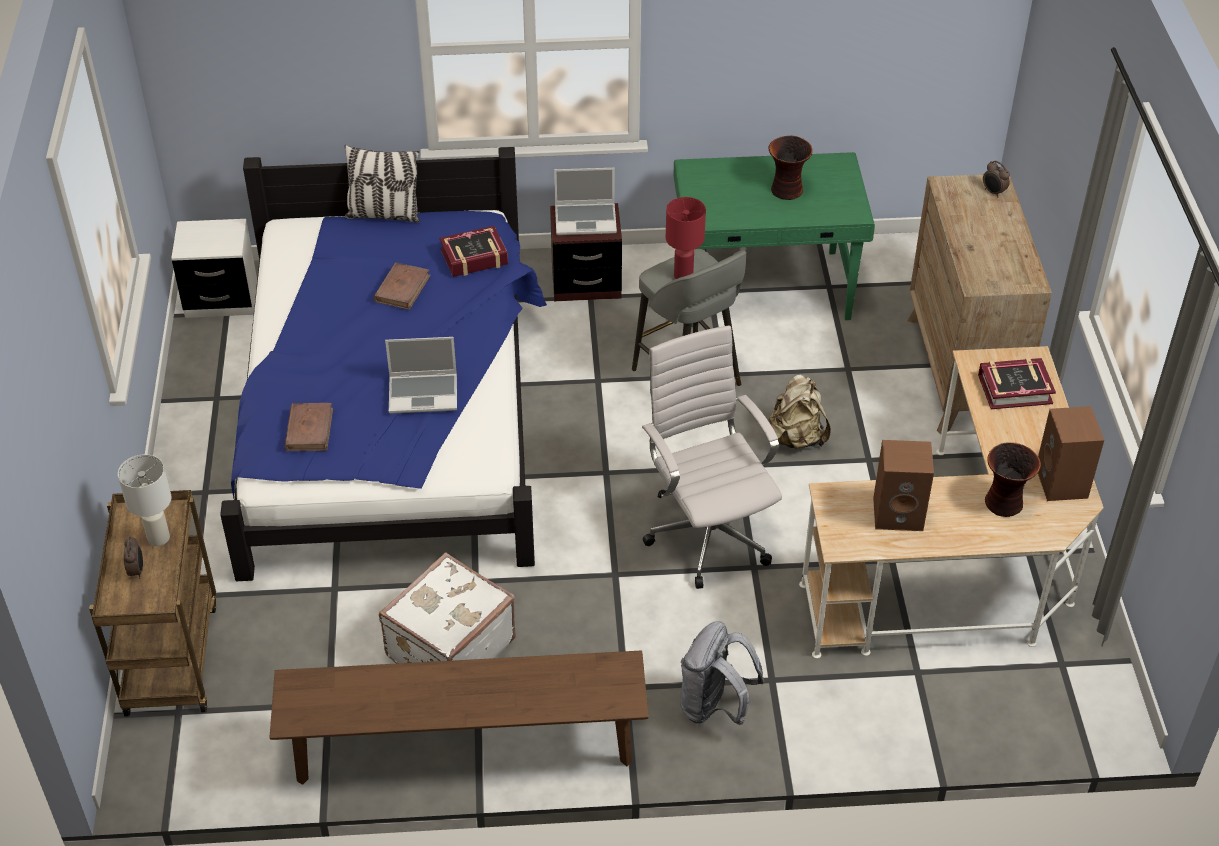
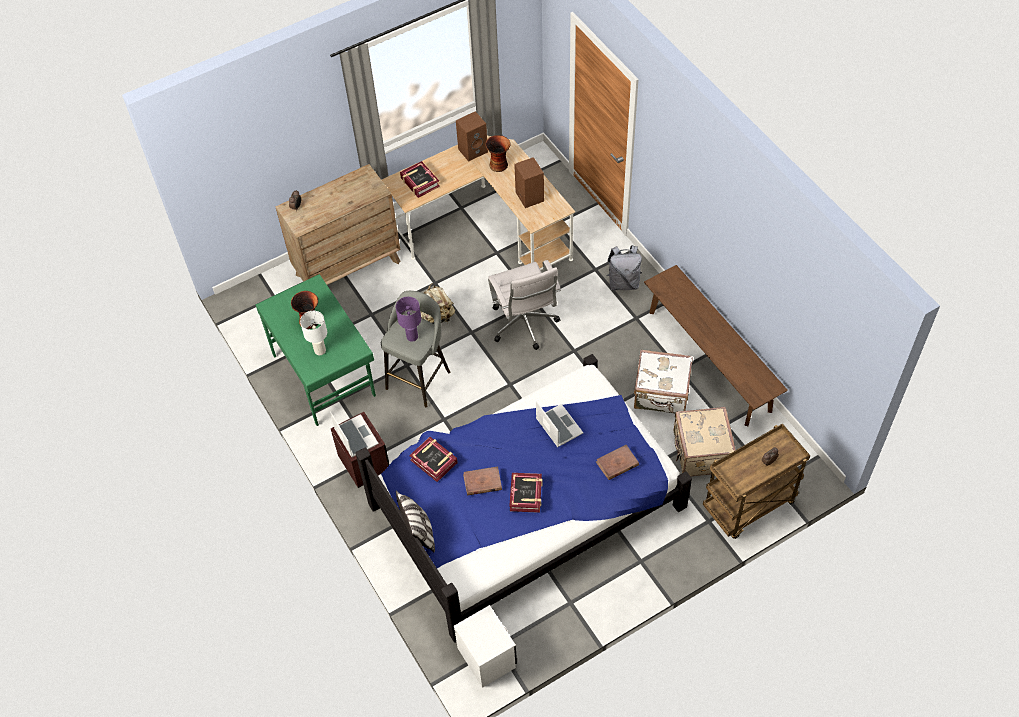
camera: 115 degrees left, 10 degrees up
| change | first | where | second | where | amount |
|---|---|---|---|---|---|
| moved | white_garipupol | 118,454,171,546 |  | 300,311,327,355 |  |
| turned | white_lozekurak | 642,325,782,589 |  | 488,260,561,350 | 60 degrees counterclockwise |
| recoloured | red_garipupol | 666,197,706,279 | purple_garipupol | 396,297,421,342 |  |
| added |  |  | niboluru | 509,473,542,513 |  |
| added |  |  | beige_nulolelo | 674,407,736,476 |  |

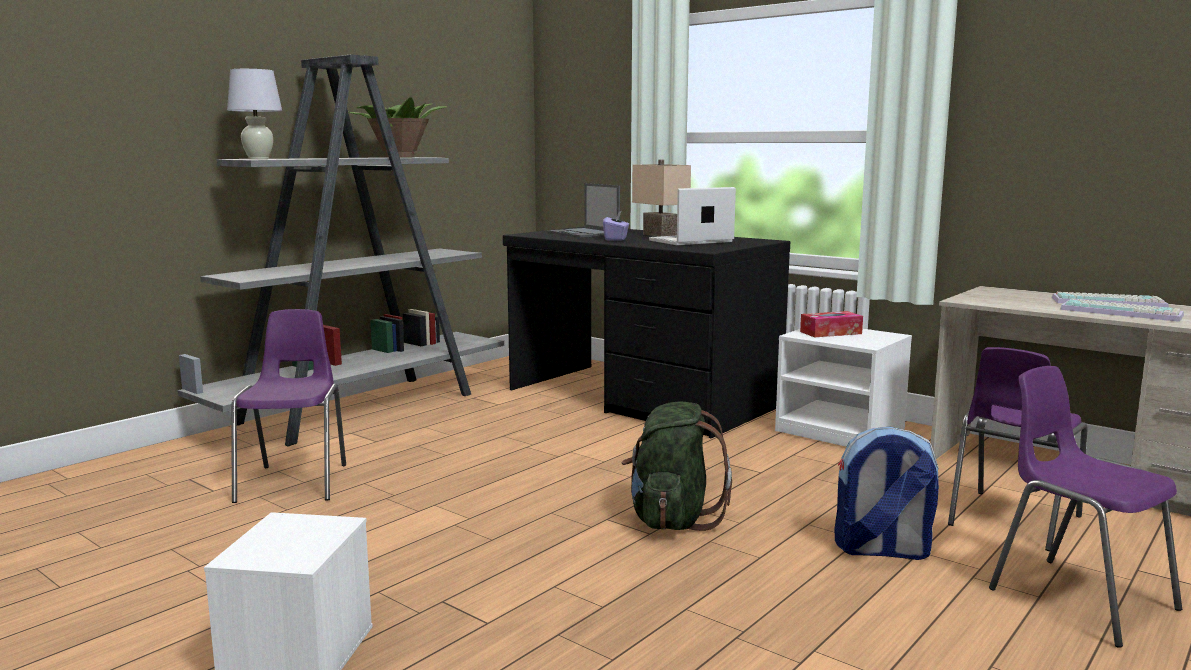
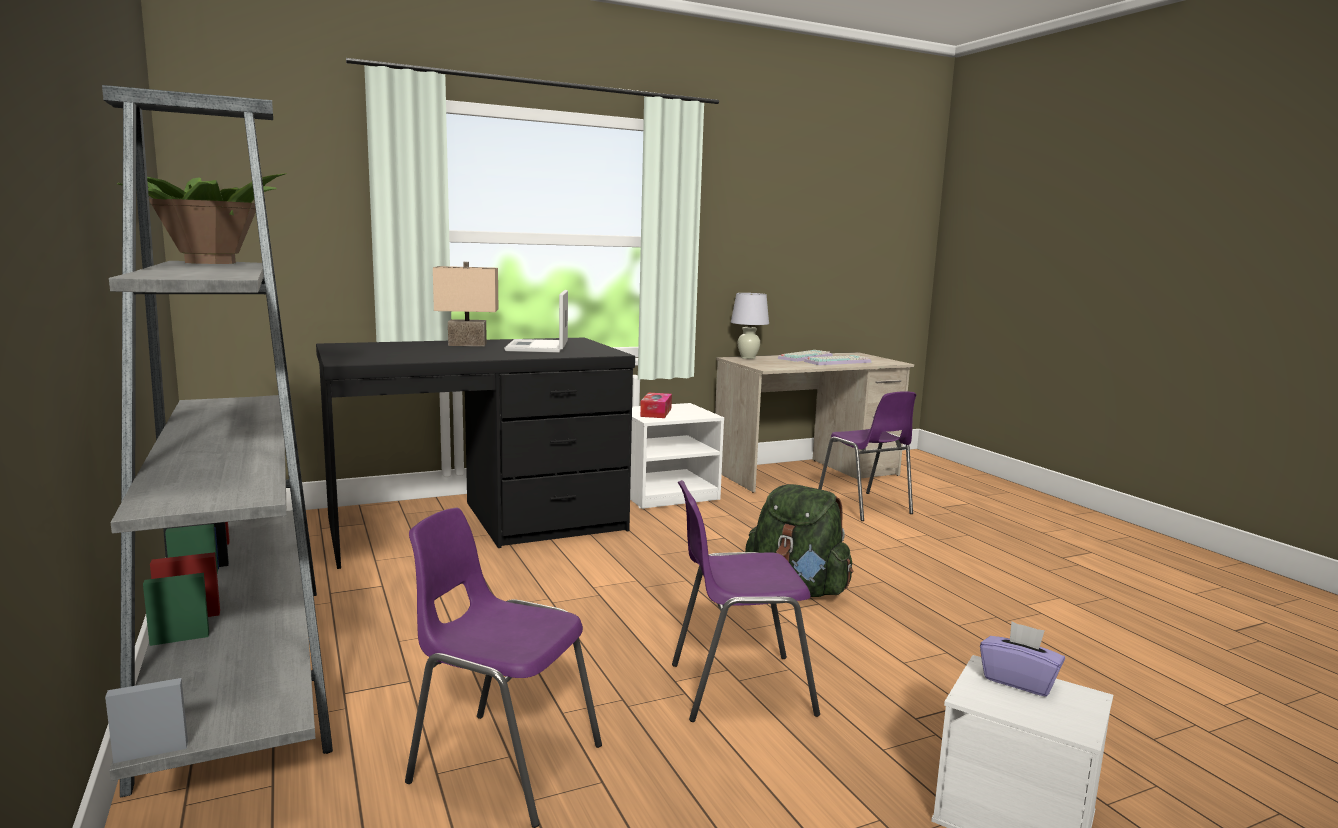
camera: 65 degrees left, 0 degrees up
| change | first | where | second | where | amount |
|---|---|---|---|---|---|
| moved | white_garipupol | 227,69,282,159 |  | 731,293,769,359 |  |
| removed | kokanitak | 548,183,620,238 |  |  |  |
| moved | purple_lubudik | 603,211,629,241 |  | 980,621,1065,697 |  |
| removed | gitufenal | 834,427,939,560 |  |  |  |
| moved | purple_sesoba | 989,366,1182,648 |  | 672,480,820,722 |  |

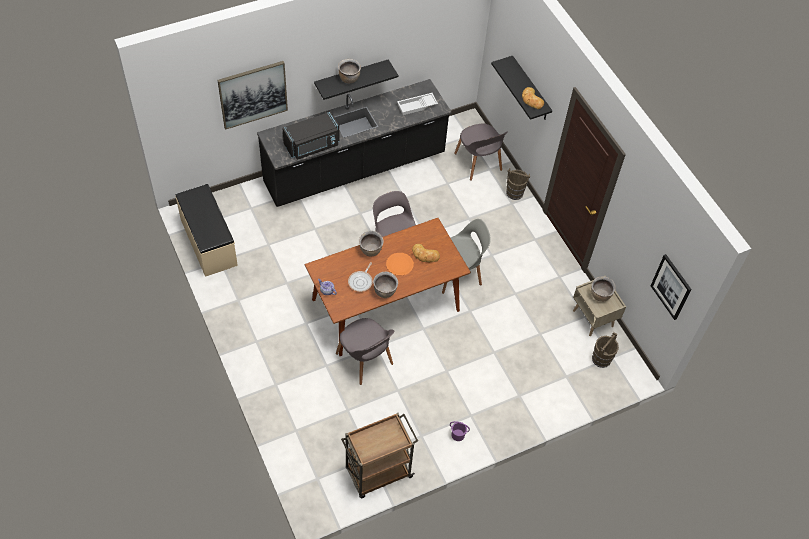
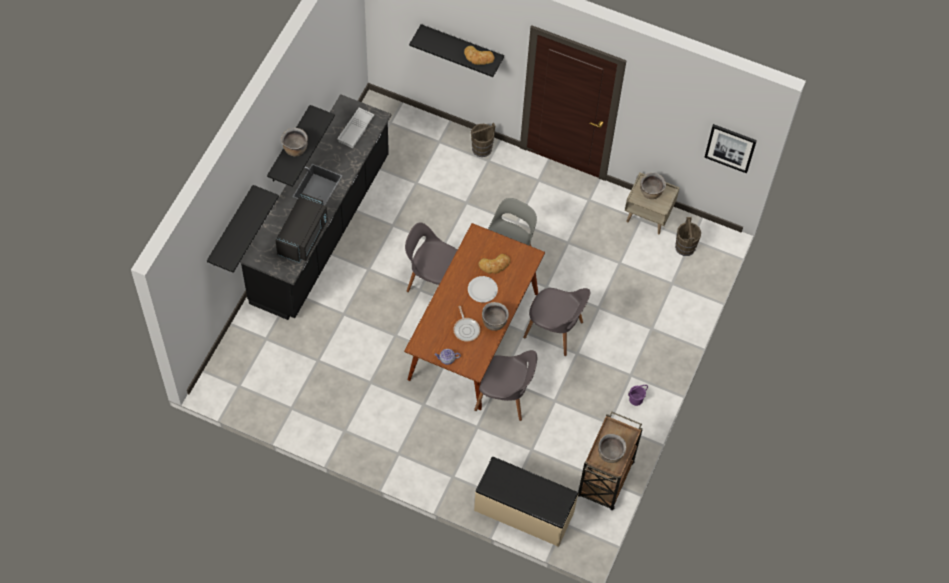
camera: 40 degrees left, 5 degrees up
| change | first | where | second | where | amount |
|---|---|---|---|---|---|
| moved | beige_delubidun | 175,184,238,277 |  | 474,457,578,547 |  |
| replaced | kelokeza | 217,61,288,130 | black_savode | 207,185,279,273 |  |
| moved | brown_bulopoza | 359,231,384,257 |  | 598,434,626,463 |  |
| recoloured | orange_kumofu | 386,253,414,276 | white_kumofu | 468,276,498,303 |  |
| moved | grey_sesoba | 454,124,508,181 |  | 523,288,590,356 |  |

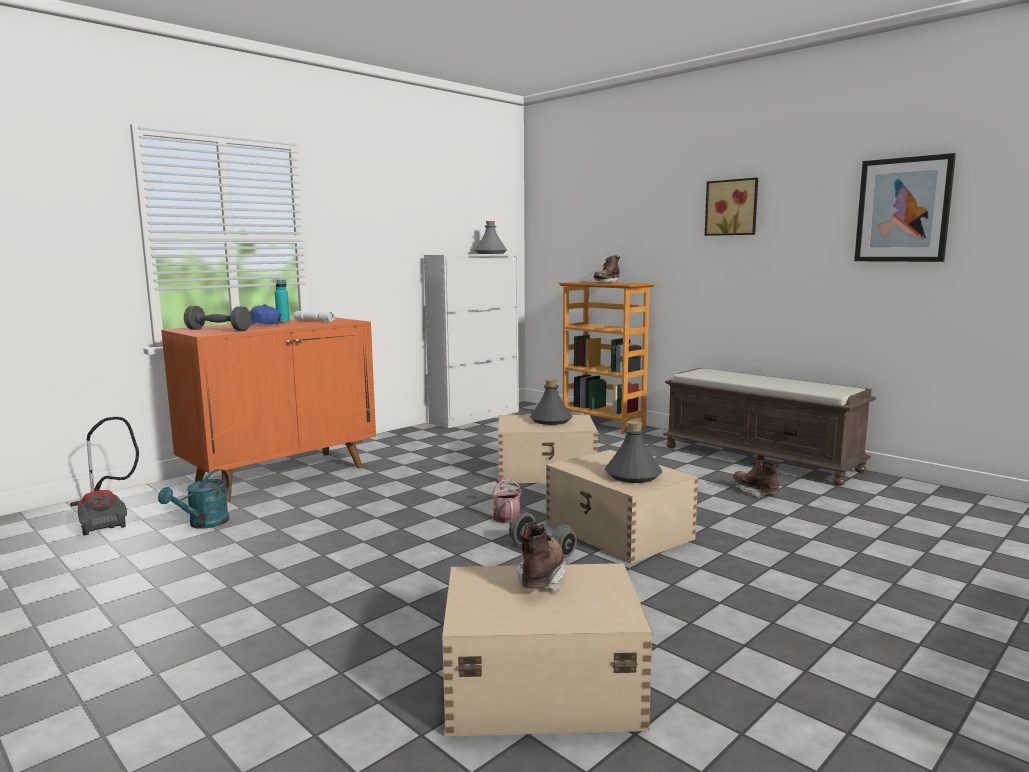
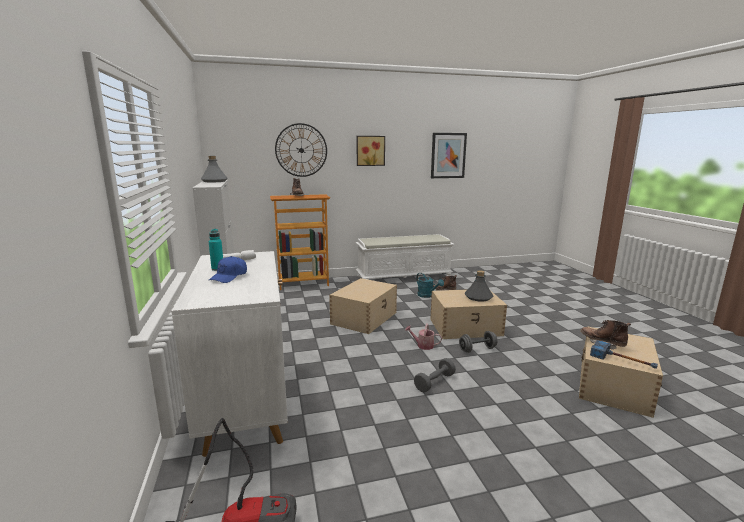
camera: 60 degrees left, 5 degrees up
| change | first | where | second | where | amount |
|---|---|---|---|---|---|
| moved | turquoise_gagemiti | 158,469,230,529 |  | 416,273,444,298 |  |
| recoloured | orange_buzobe | 161,317,376,502 | white_buzobe | 172,251,288,457 |  |
| moved | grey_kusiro | 184,306,251,331 |  | 414,358,456,393 |  |
| removed | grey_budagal | 530,379,572,425 |  |  |  |
| recoloured | brown_delubidun | 663,368,876,486 | white_delubidun | 355,234,455,280 |  |
| added |  |  | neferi | 275,123,327,177 |  |
| added |  |  | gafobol | 590,340,658,369 |  |

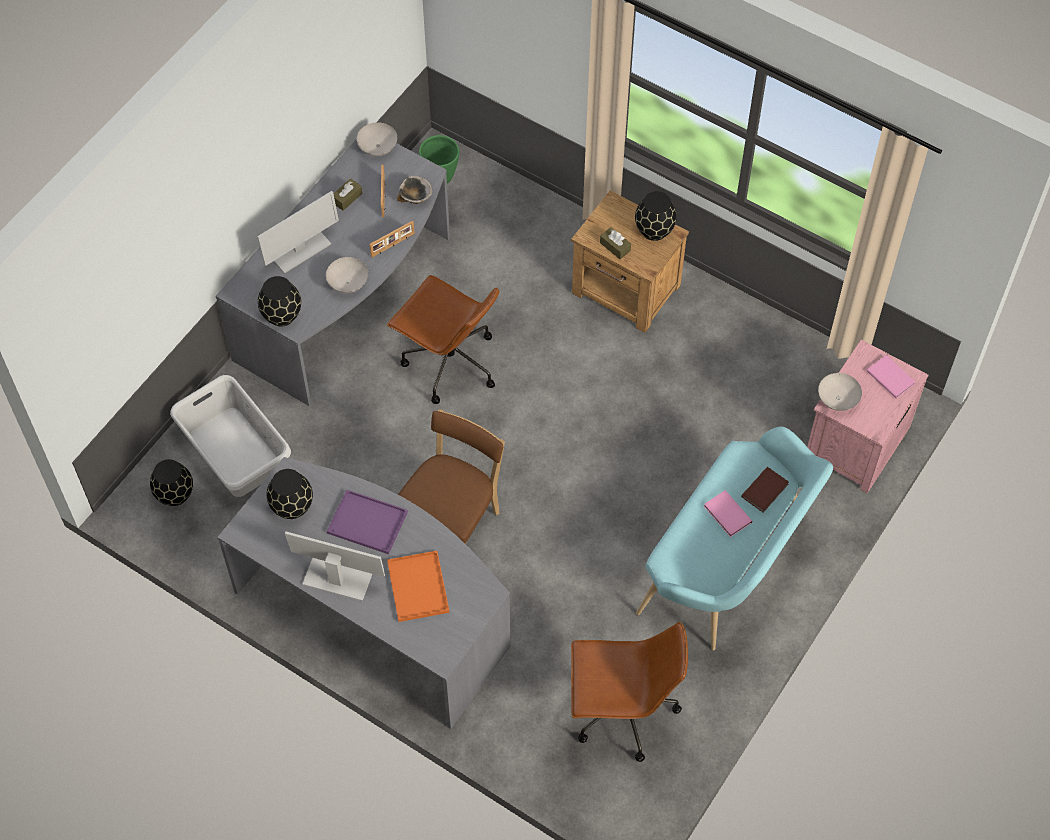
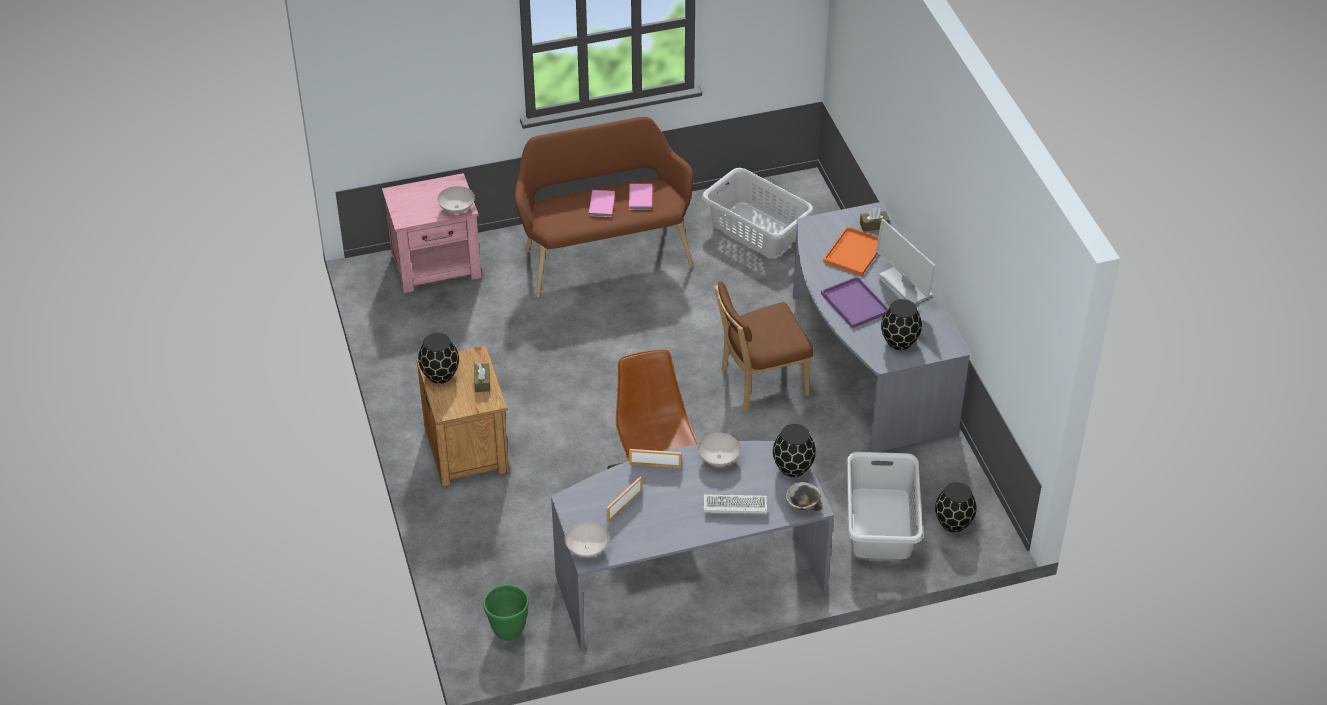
camera: 140 degrees left, 15 degrees down
| change | first | where | second | where | amount |
|---|---|---|---|---|---|
| replaced | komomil | 257,191,339,274 | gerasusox | 704,494,767,514 |  |
| moved | brown_lubudik | 333,178,362,211 |  | 860,208,889,232 |  |
| moved | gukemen | 397,176,432,204 |  | 785,482,822,511 |  |
| replaced | brown_lozekurak | 571,622,688,762 | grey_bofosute | 702,168,814,257 |  |
| recoloured | turquoise_delubidun | 636,426,833,650 | brown_delubidun | 515,117,693,297 |  |
| removed | brown_niboluru | 741,467,789,513 |  |  |  |
| moved | pink_niboluru | 867,355,915,399 |  | 629,184,653,210 |  |

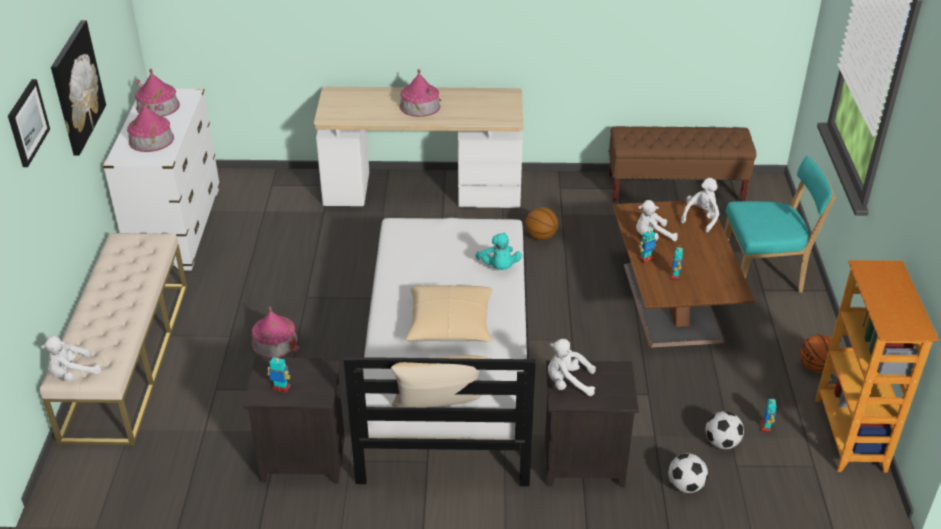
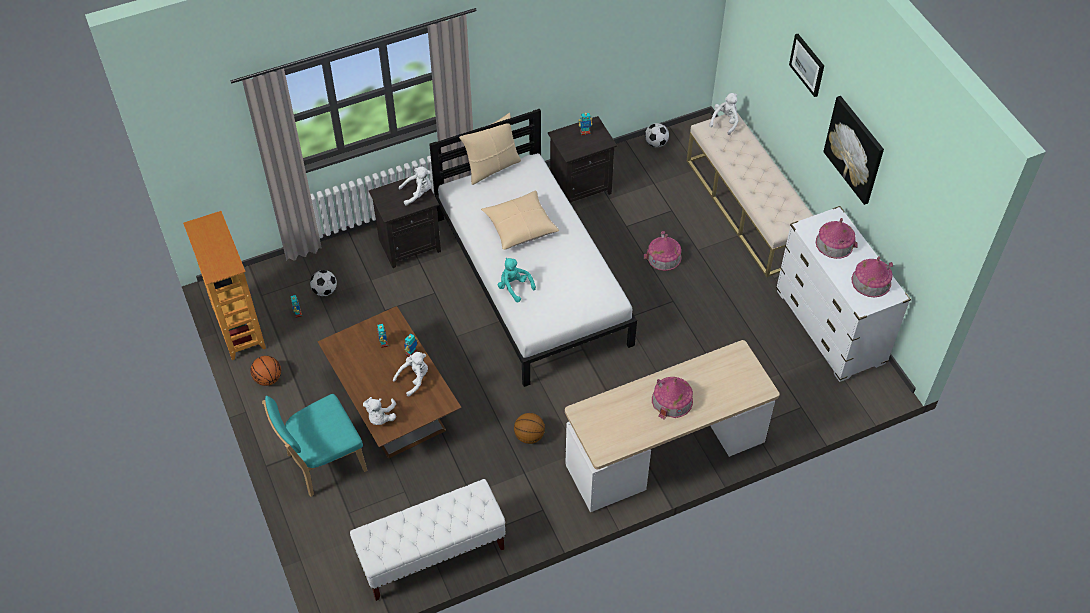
camera: 155 degrees right, 15 degrees up
| change | first | where | second | where | amount |
|---|---|---|---|---|---|
| recoloured | brown_delubidun | 608,126,756,202 | white_delubidun | 350,479,506,601 |  |
| moved | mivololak | 668,453,708,493 |  | 645,123,669,147 |  |

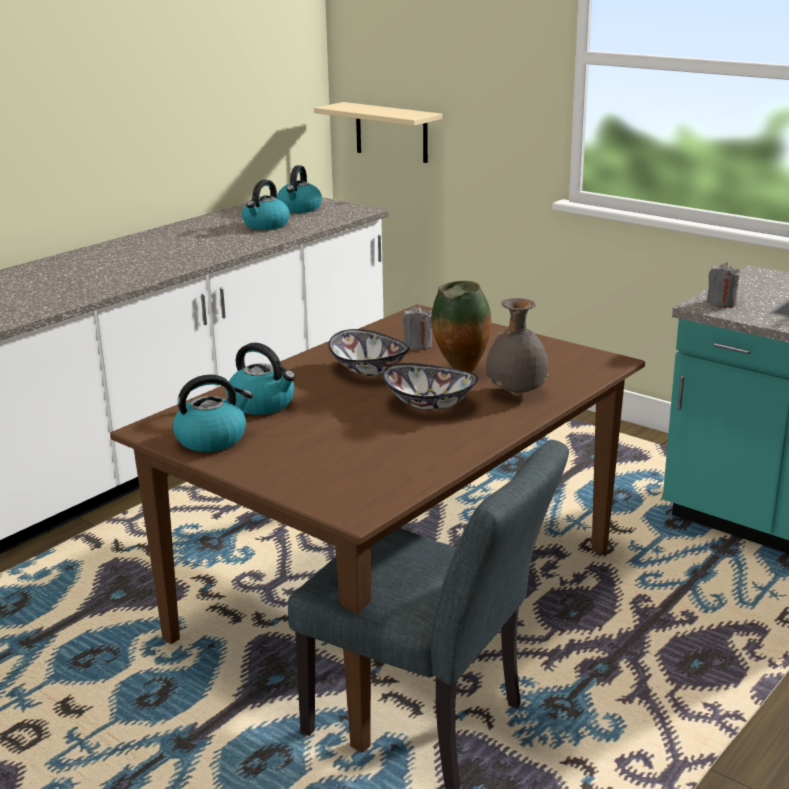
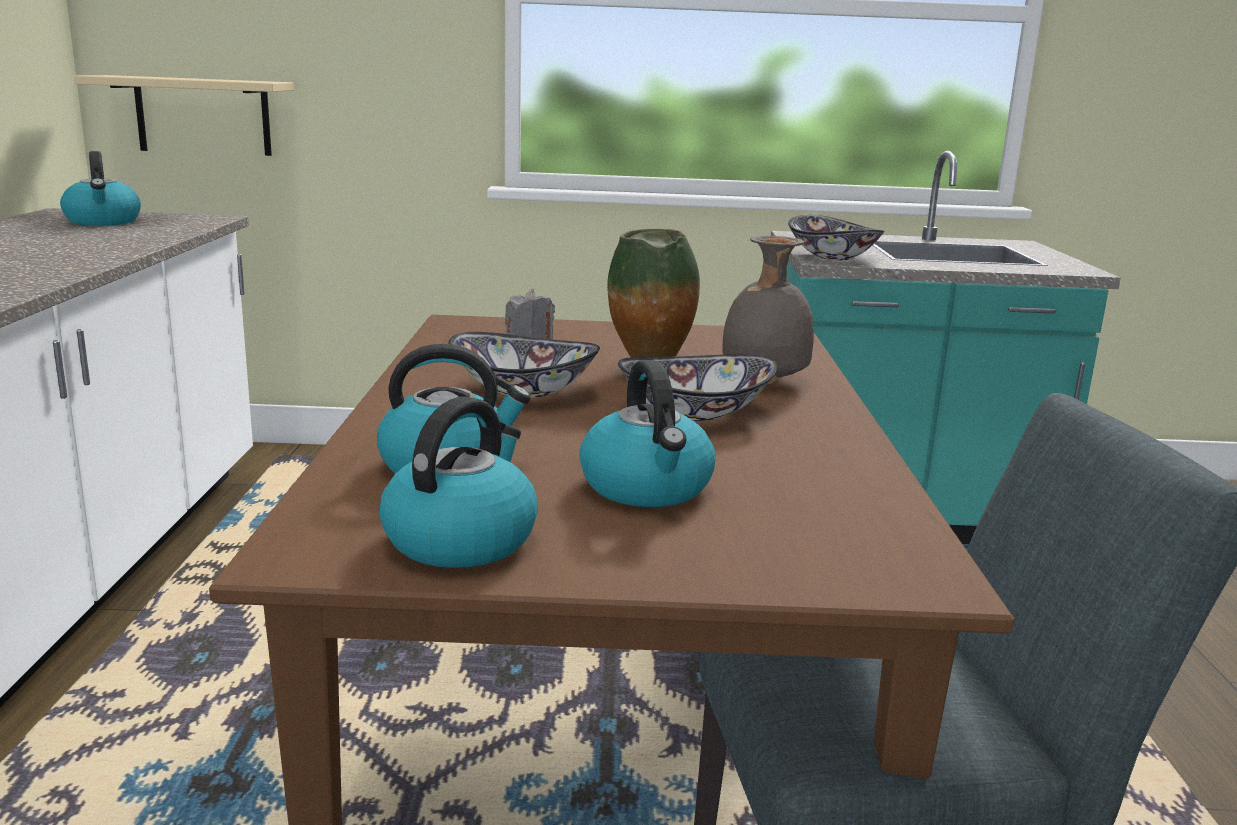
camera: 40 degrees left, 5 degrees down
| change | first | where | second | where | amount |
|---|---|---|---|---|---|
| moved | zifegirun | 242,180,290,230 |  | 579,360,716,507 |  |
| replaced | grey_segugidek | 706,262,741,307 | gukemen | 788,215,885,260 |  |

